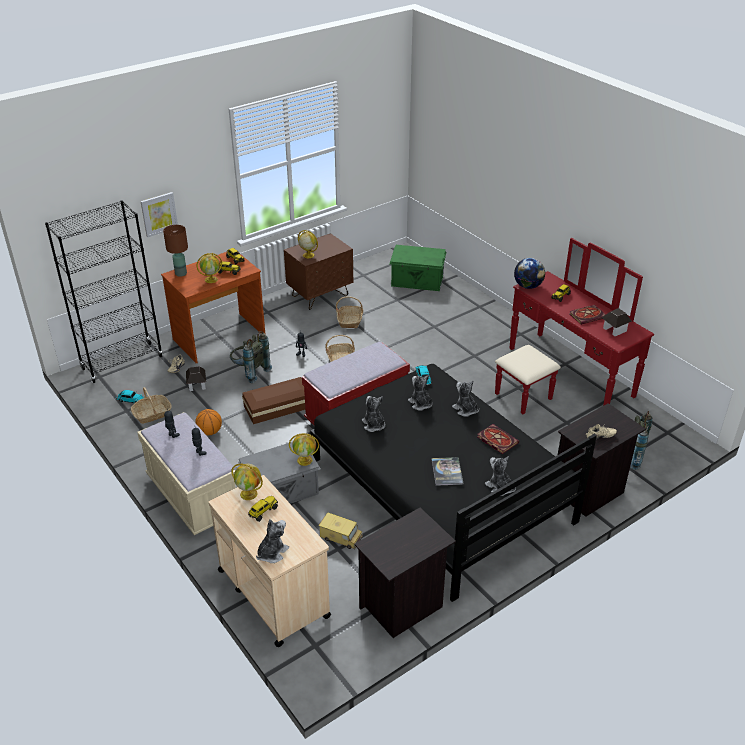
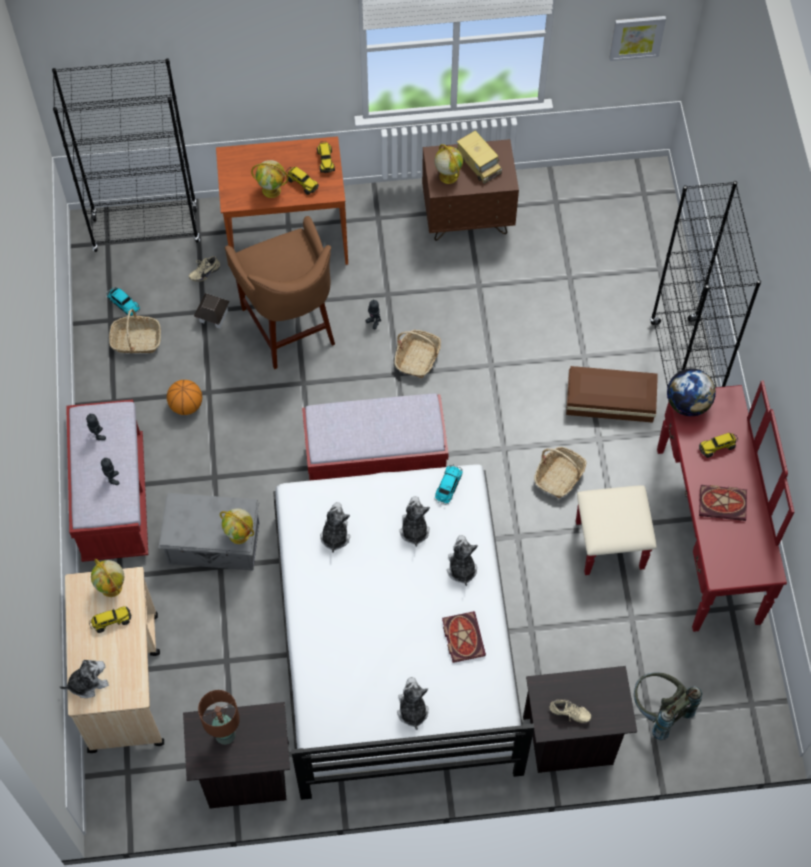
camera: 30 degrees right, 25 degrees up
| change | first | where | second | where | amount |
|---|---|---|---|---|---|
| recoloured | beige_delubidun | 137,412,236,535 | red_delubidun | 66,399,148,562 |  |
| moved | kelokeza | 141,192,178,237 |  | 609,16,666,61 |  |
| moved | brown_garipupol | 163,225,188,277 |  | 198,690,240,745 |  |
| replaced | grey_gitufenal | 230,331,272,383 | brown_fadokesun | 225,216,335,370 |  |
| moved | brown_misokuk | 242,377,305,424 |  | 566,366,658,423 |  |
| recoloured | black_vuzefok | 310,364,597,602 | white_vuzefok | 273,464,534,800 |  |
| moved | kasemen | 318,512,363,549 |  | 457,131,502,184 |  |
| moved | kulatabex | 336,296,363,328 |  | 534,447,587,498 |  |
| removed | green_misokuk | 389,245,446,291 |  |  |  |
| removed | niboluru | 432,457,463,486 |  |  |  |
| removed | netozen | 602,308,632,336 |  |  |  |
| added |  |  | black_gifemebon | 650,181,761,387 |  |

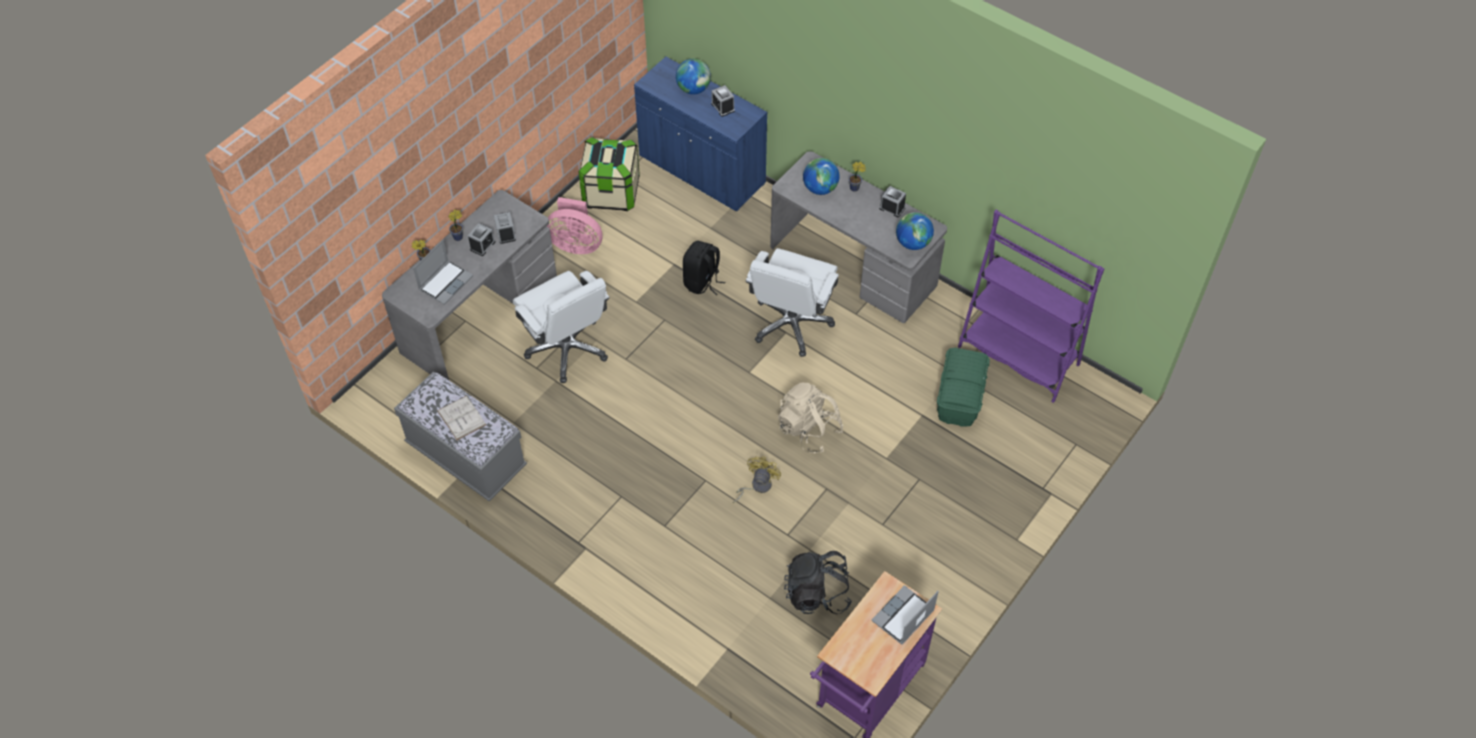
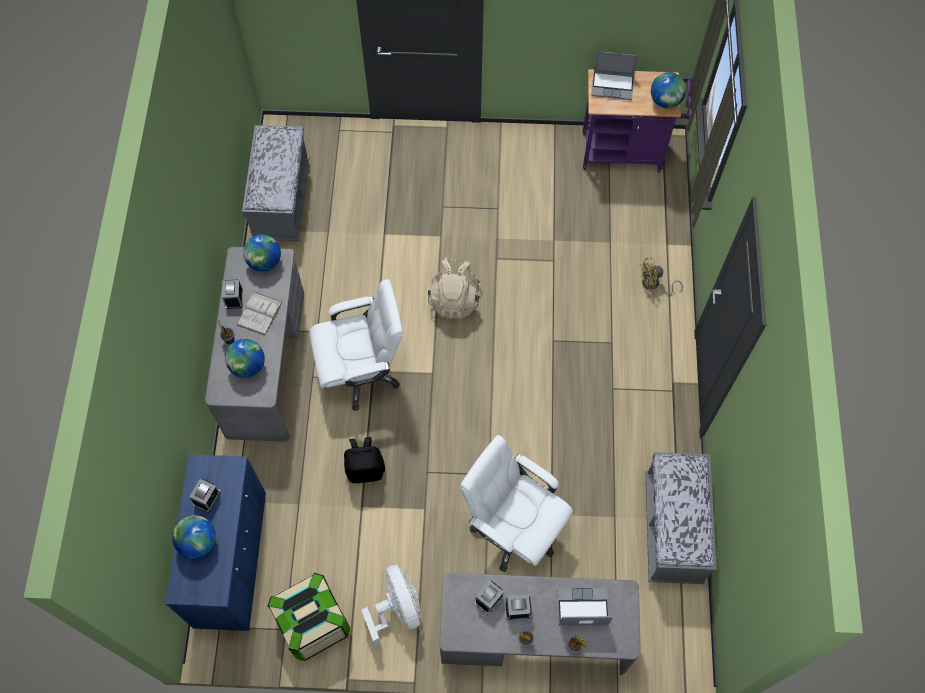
camera: 125 degrees left, 10 degrees up
| change | first | where | second | where | amount |
|---|---|---|---|---|---|
| moved | white_niboluru | 437,396,486,440 |  | 237,292,282,336 |  |
| turned | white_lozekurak | 513,271,610,383 |  | 460,435,573,572 | 75 degrees counterclockwise |
| recoloured | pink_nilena | 547,197,603,254 | white_nilena | 362,565,421,647 |  |
| moved | yellow_nilena | 733,456,781,503 |  | 640,258,683,295 |  |
| removed | black_gitufenal | 784,551,852,614 |  |  |  |
| removed | green_misokuk | 937,348,990,427 |  |  |  |
| replaced | purple_gifemebon | 958,210,1104,403 | grey_delubidun | 242,125,309,241 |  |
| added |  |  | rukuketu | 651,72,686,108 |  |

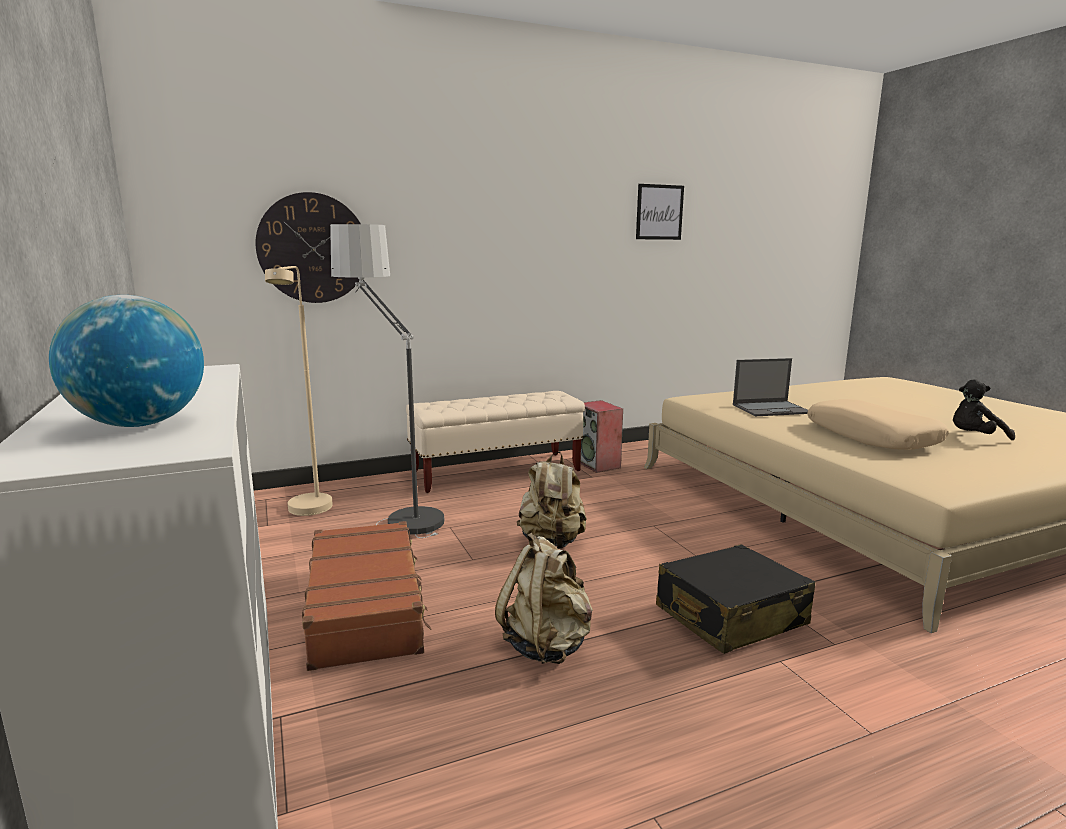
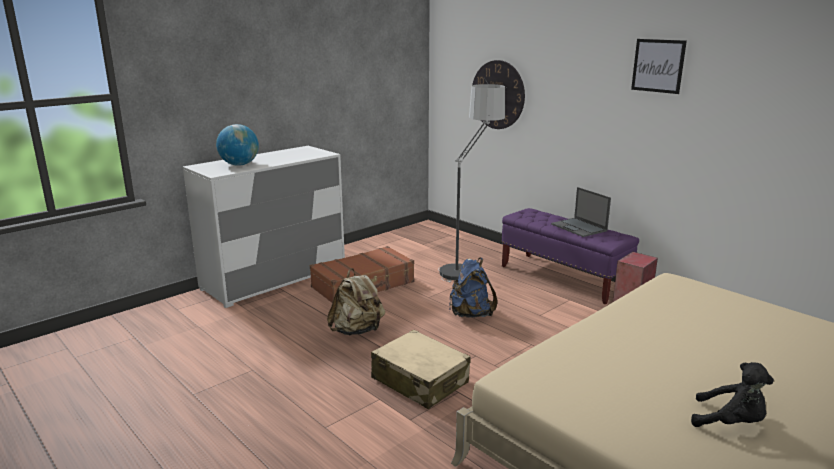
camera: 70 degrees right, 5 degrees up
| change | first | where | second | where | amount |
|---|---|---|---|---|---|
| removed | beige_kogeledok | 265,266,333,516 |  |  |  |
| recoloured | beige_delubidun | 406,391,585,493 | purple_delubidun | 501,208,639,304 |  |
| recoloured | beige_gitufenal | 517,452,587,549 | blue_gitufenal | 449,258,497,318 |  |
| moved | kelokeza | 636,184,684,240 |  | 631,39,687,94 |  |
| recoloured | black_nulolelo | 656,544,815,654 | beige_nulolelo | 371,330,471,409 |  |
| moved | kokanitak | 733,358,808,416 |  | 551,187,611,237 |  |
| removed | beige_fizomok | 807,399,949,450 |  |  |  |
| turned | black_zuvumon | 953,379,1015,440 |  | 691,362,774,427 | 150 degrees clockwise |

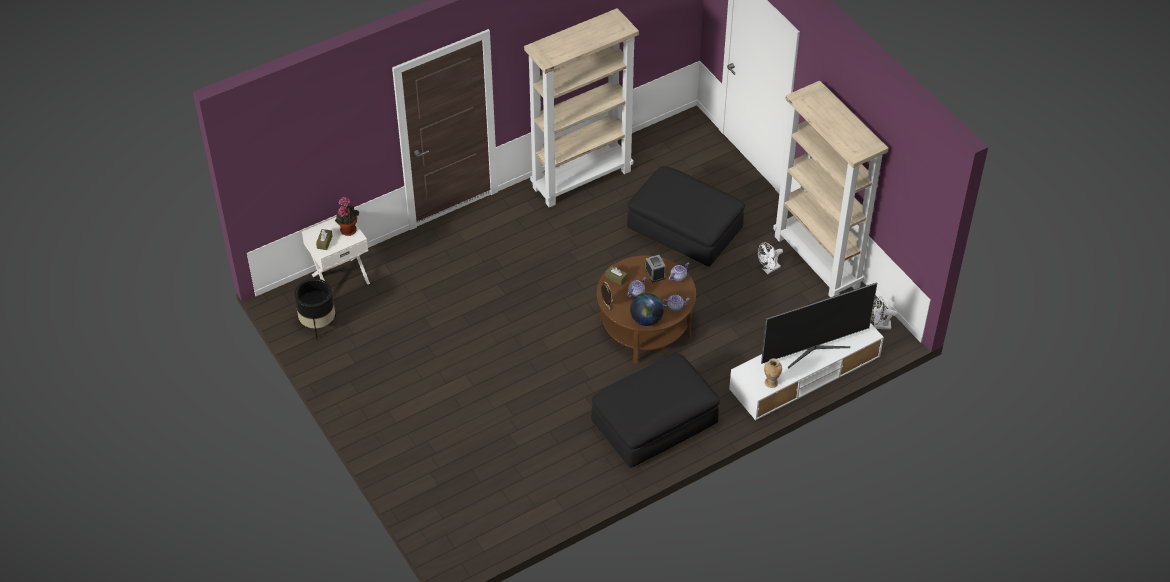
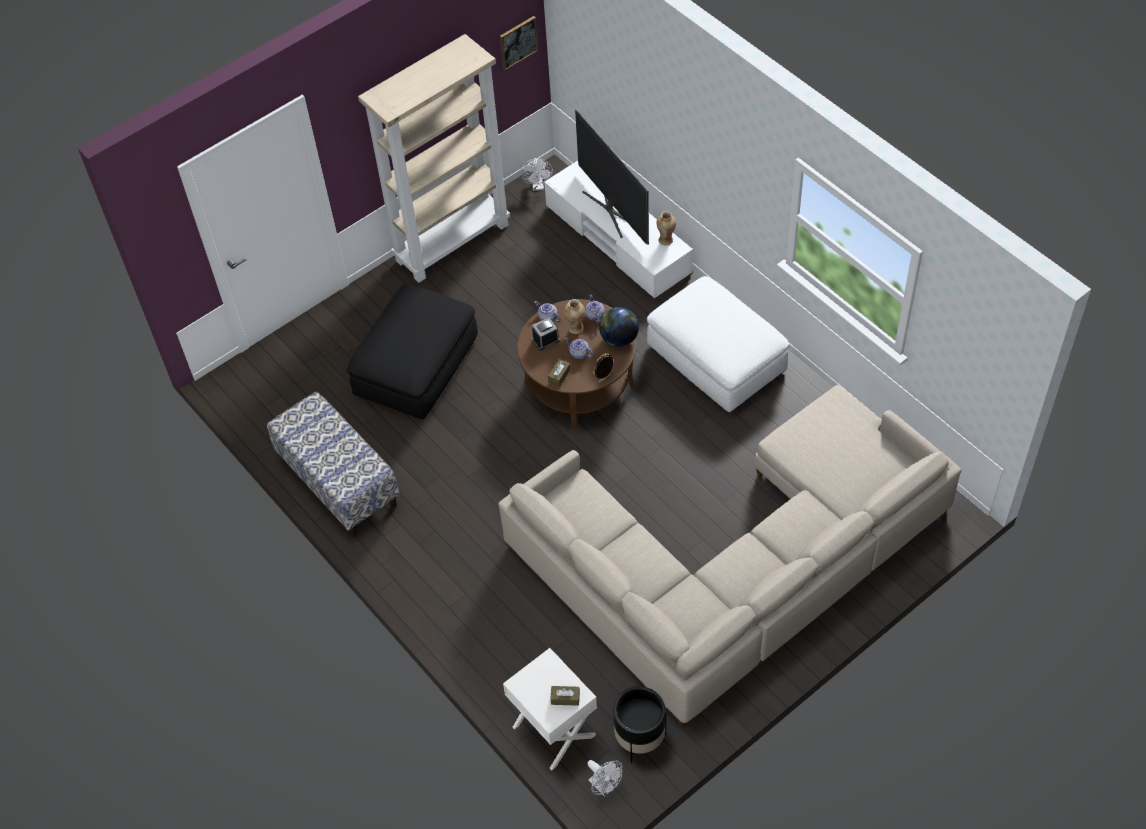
camera: 95 degrees left, 5 degrees up
| change | first | where | second | where | amount |
|---|---|---|---|---|---|
| removed | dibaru | 335,197,359,236 |  |  |  |
| replaced | beige_gifemebon | 524,8,639,207 | delubidun | 267,392,400,537 |  |
| recoloured | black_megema | 591,354,720,468 | white_megema | 647,276,790,412 |  |
| moved | white_nilena | 758,242,783,274 |  | 587,760,622,797 |  |
| added |  |  | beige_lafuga | 498,385,962,727 |  |
| added |  |  | kelokeza | 500,16,538,70 |  |
| added |  |  | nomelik | 564,299,585,334 |  |

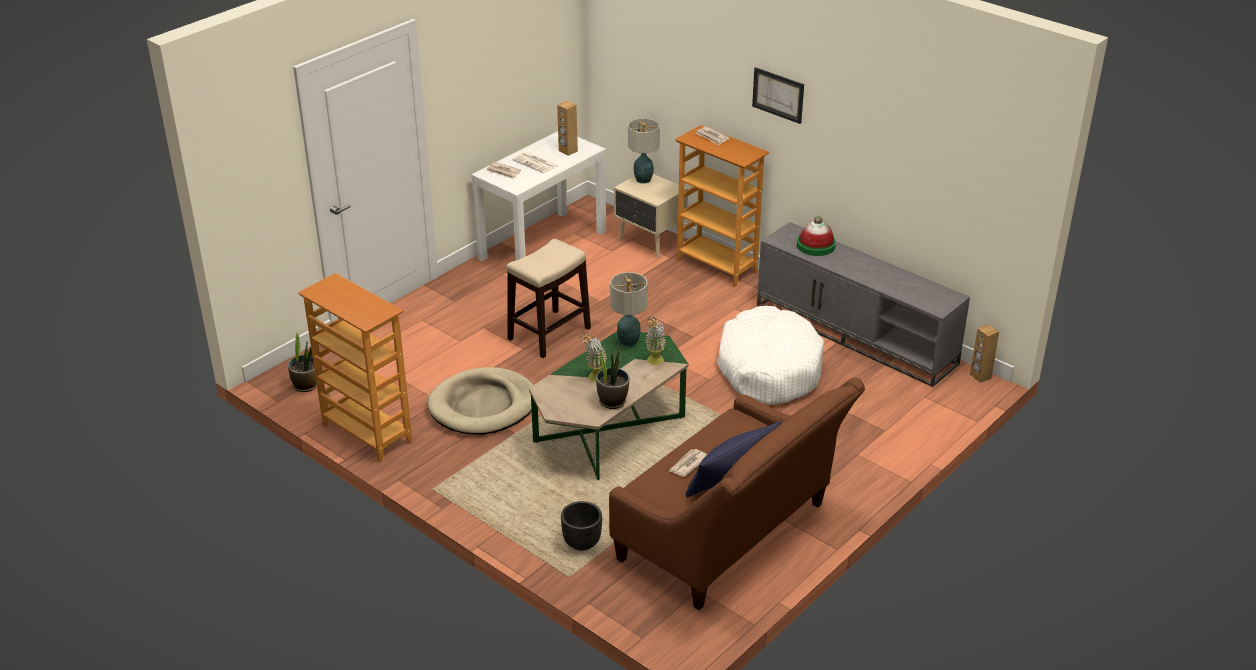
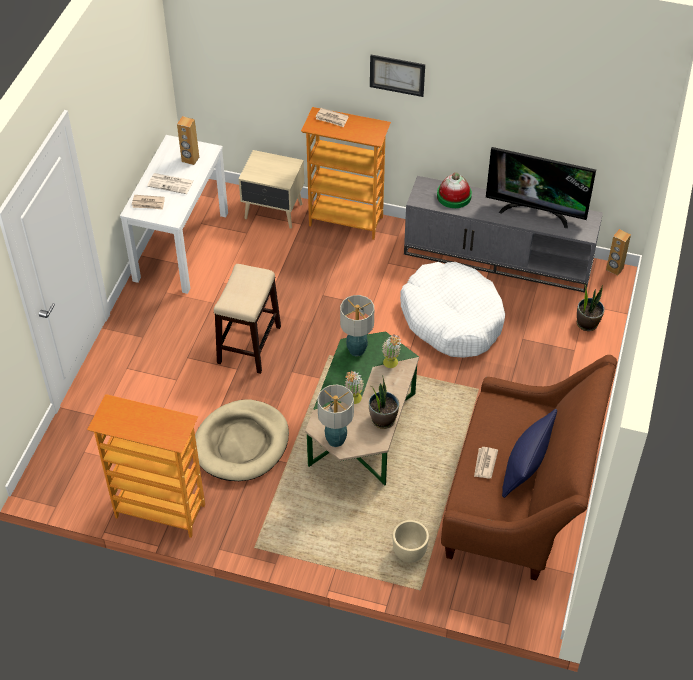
camera: 25 degrees left, 15 degrees up
| change | first | where | second | where | amount |
|---|---|---|---|---|---|
| moved | dibaru | 288,331,317,392 |  | 577,285,605,331 |  |
| recoloured | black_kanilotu | 561,501,602,551 | beige_kanilotu | 393,520,429,562 |  |
| moved | garipupol | 628,118,660,184 |  | 317,385,354,447 |  |
| added |  |  | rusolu | 486,147,596,228 |  |

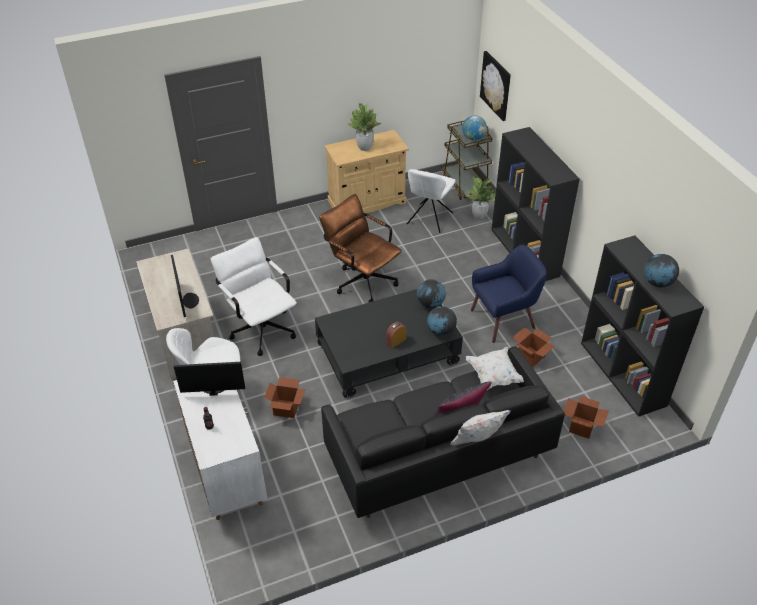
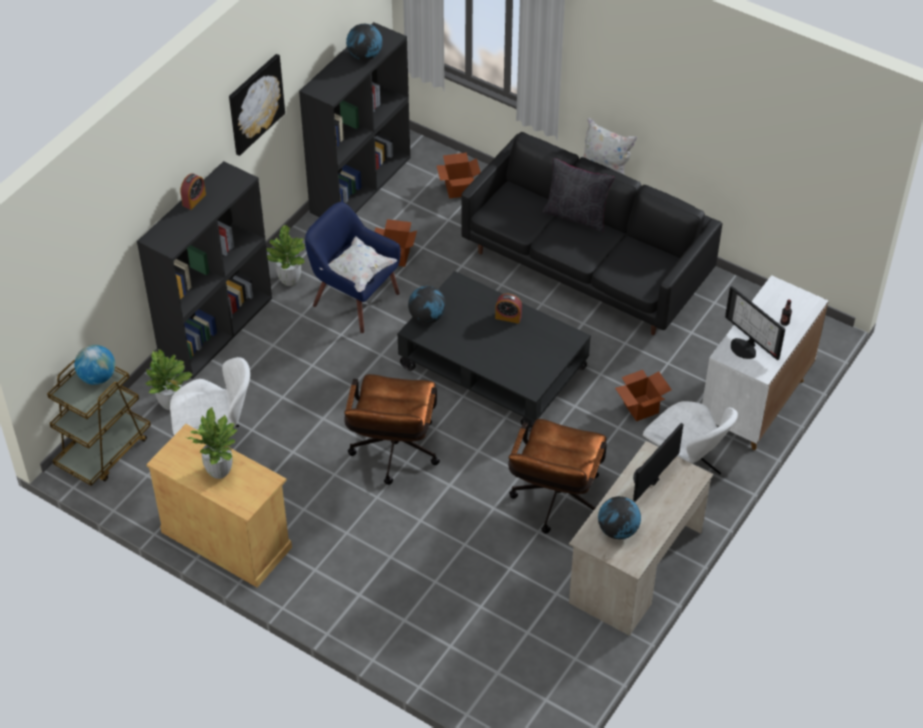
camera: 125 degrees left, 5 degrees up
| change | first | where | second | where | amount |
|---|---|---|---|---|---|
| recoloured | white_lozekurak | 211,237,297,356 | brown_lozekurak | 508,419,607,534 |  |
| moved | rukuketu | 427,306,457,336 |  | 598,496,641,539 |  |
| moved | white_fizomok | 465,347,524,389 |  | 319,236,397,292 |  |
| moved | kelokeza | 480,51,511,121 |  | 229,54,285,156 |  |
| added |  |  | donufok | 180,173,206,210 |  |
| added |  |  | dibaru | 266,225,305,286 |  |

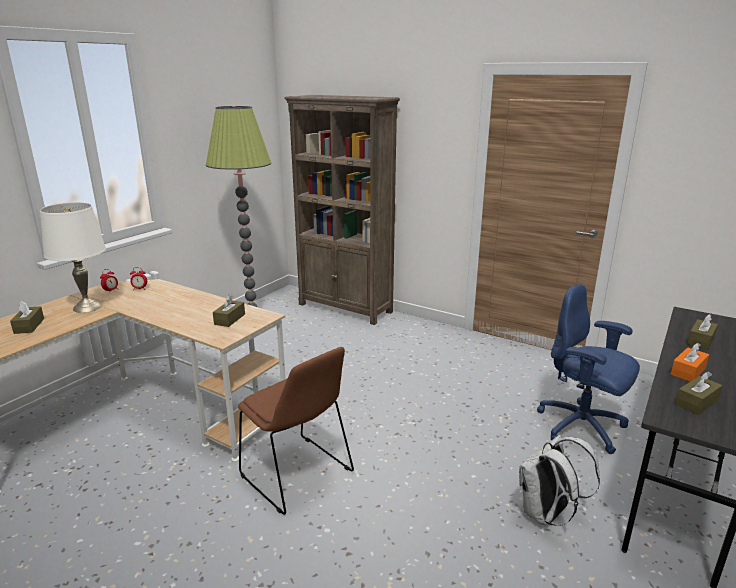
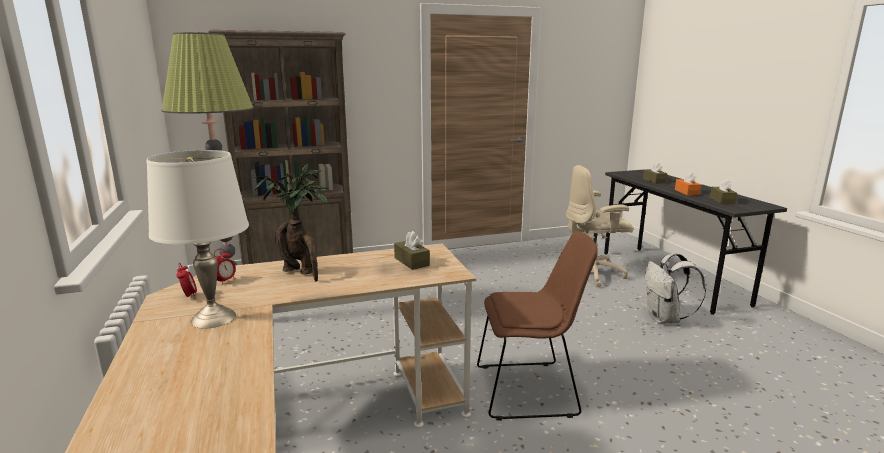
camera: 50 degrees left, 5 degrees down
| change | first | where | second | where | amount |
|---|---|---|---|---|---|
| removed | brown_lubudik | 10,301,44,334 |  |  |  |
| recoloured | blue_lozekurak | 537,284,640,454 | beige_lozekurak | 566,165,633,287 |  |
| added |  |  | dibaru | 254,164,328,281 |  |

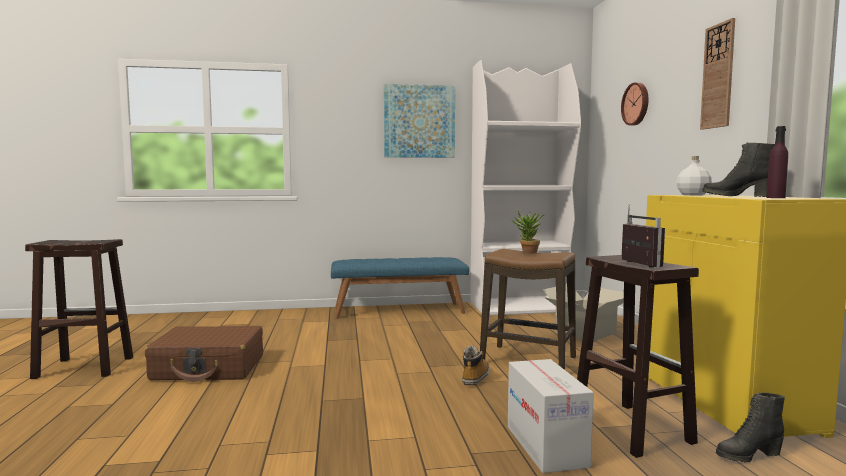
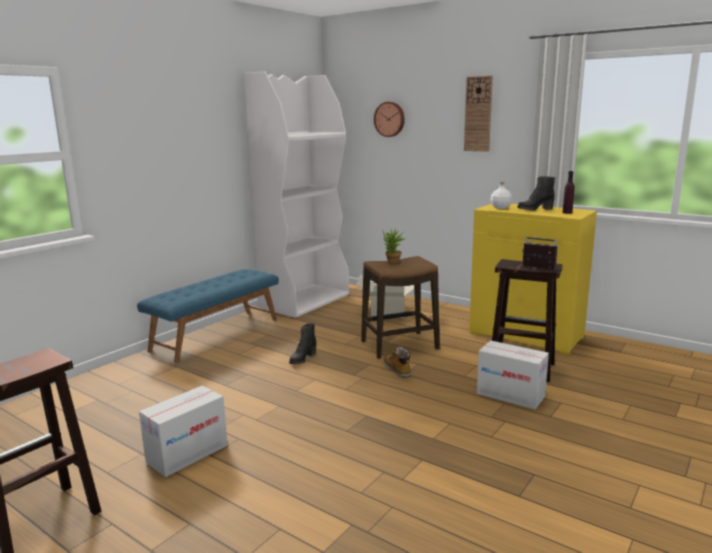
camera: 45 degrees left, 10 degrees up
| change | first | where | second | where | amount |
|---|---|---|---|---|---|
| replaced | brown_nulolelo | 145,326,263,382 | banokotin | 139,386,228,477 |  |
| removed | kelokeza | 384,84,455,158 |  |  |  |
| moved | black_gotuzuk | 716,393,785,462 |  | 289,323,316,364 |  |

